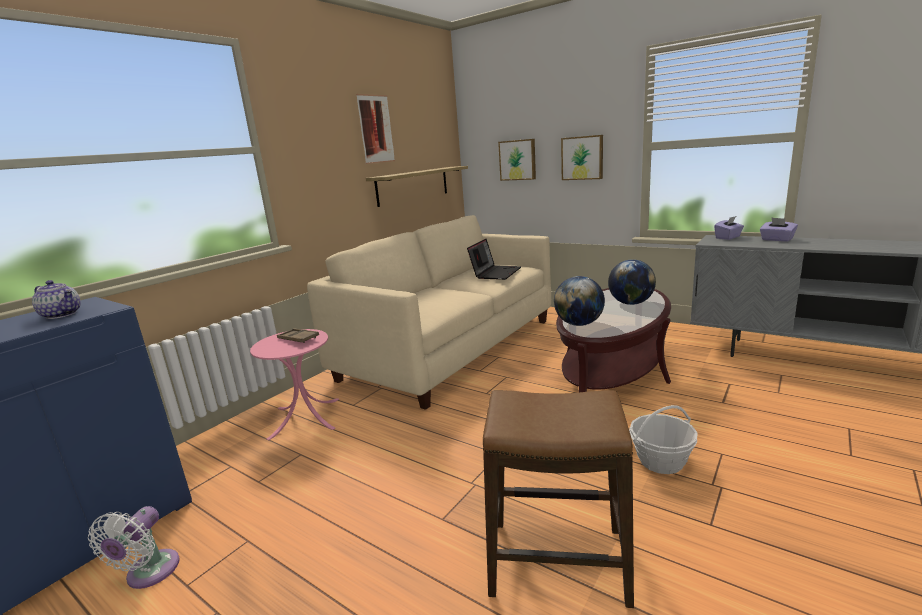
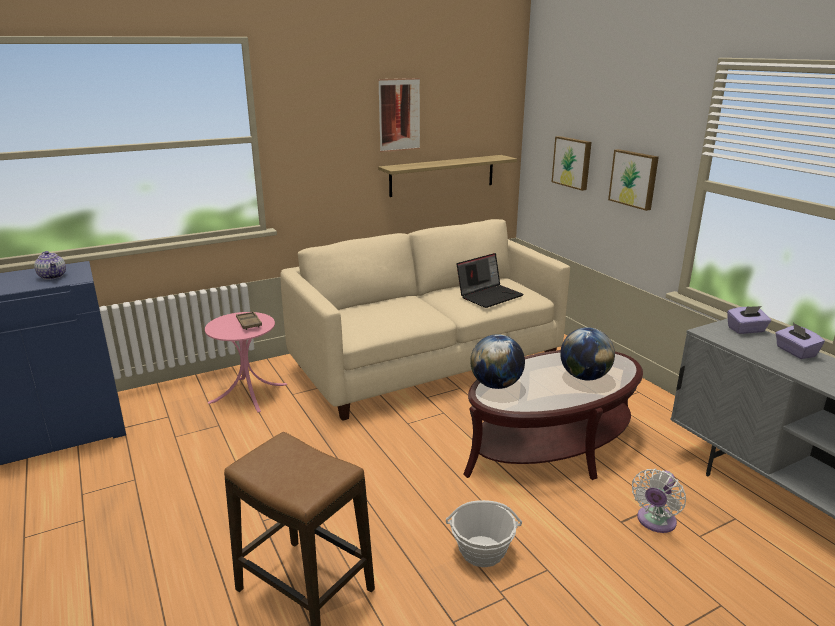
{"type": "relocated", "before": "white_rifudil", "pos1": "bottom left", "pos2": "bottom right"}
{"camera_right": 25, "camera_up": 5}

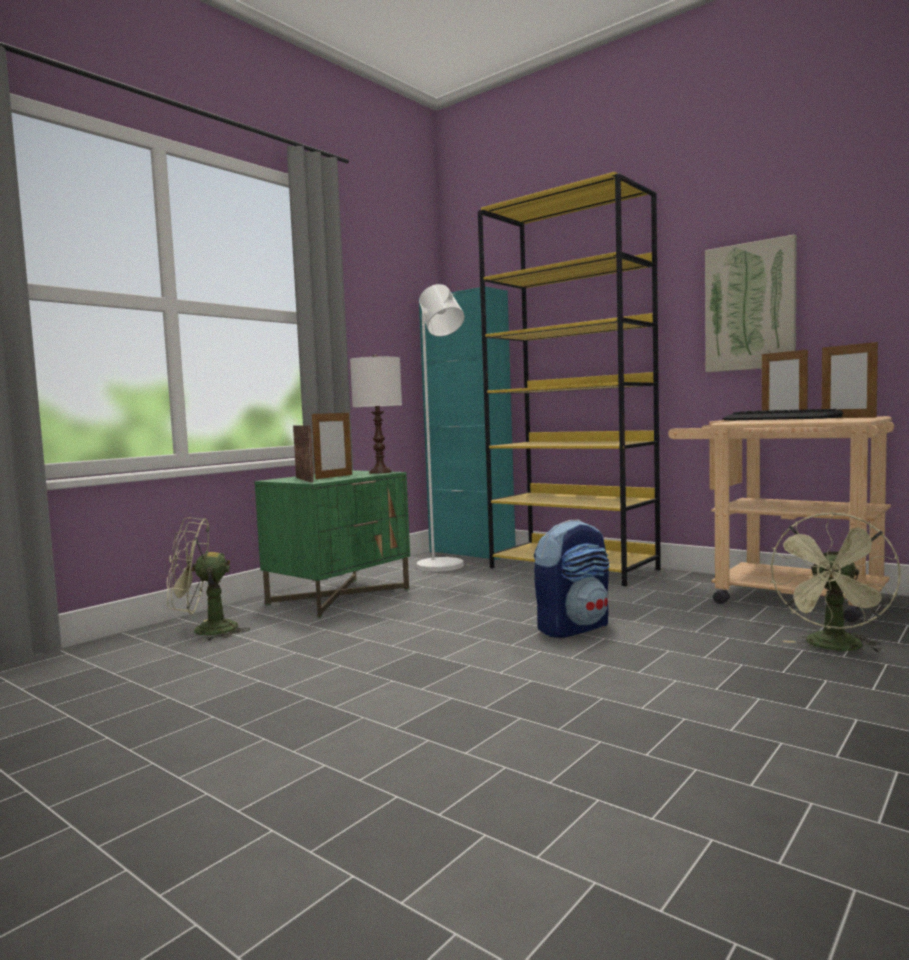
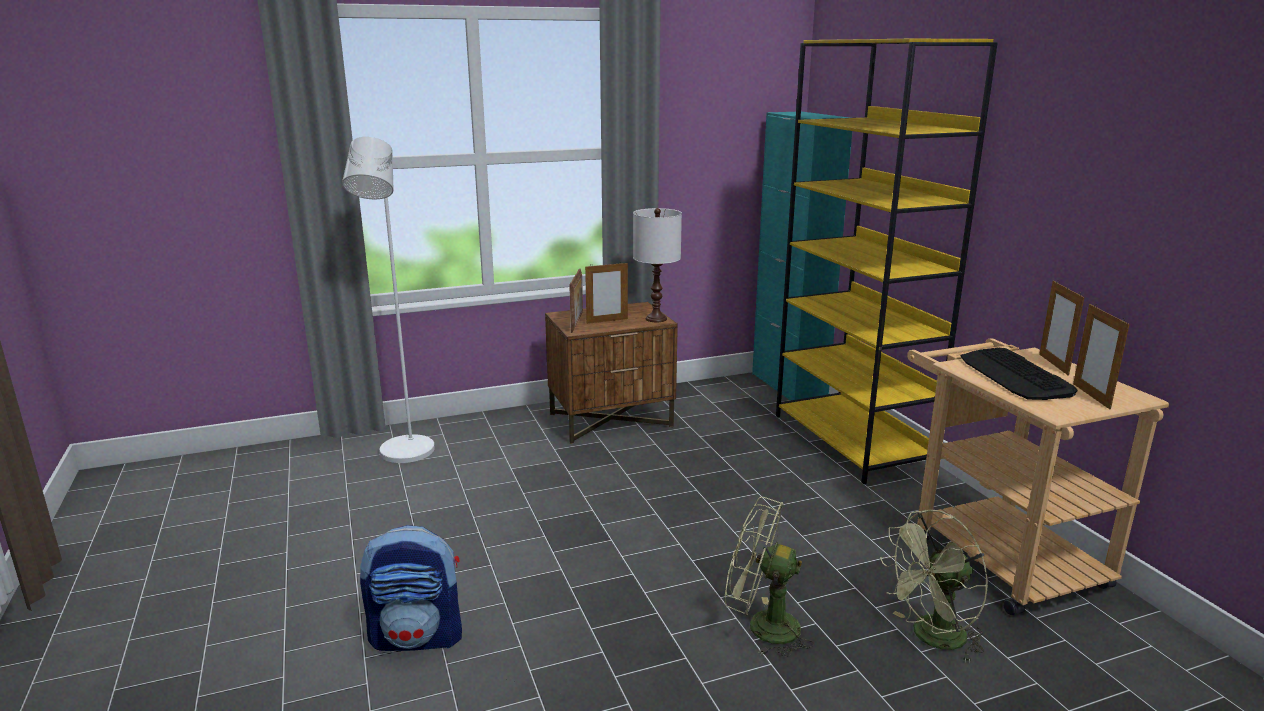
{"type": "relocated", "before": "green_rifudil (no. 1 from left)", "pos1": "middle left", "pos2": "bottom centre"}
{"type": "colour", "before": "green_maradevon", "after": "brown_maradevon", "pos1": "centre", "pos2": "centre"}
{"type": "relocated", "before": "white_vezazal", "pos1": "centre", "pos2": "middle left"}
{"type": "relocated", "before": "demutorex", "pos1": "centre", "pos2": "bottom left"}
{"type": "missing", "before": "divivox", "pos1": "top right"}
{"camera_right": 30, "camera_up": 15}

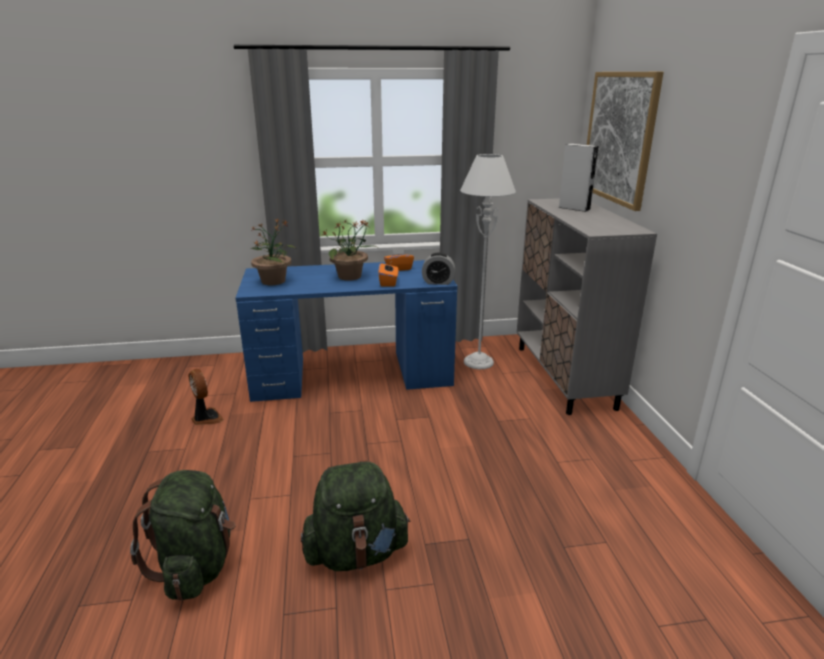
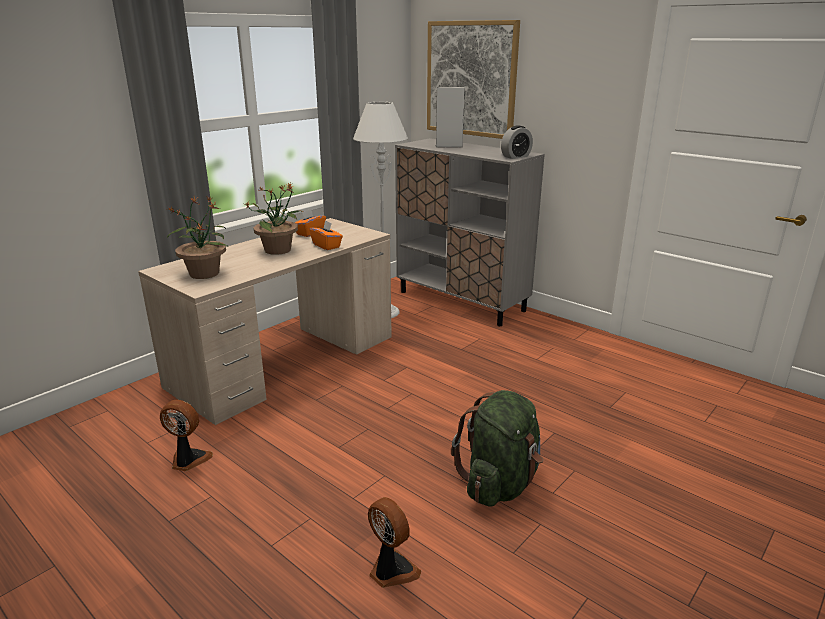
{"type": "exchanged", "before": "green_demutorex (no. 1 from left)", "after": "rifudil (no. 2 from left)", "pos1": "bottom left", "pos2": "bottom centre"}
{"type": "colour", "before": "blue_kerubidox", "after": "beige_kerubidox", "pos1": "centre", "pos2": "middle left"}
{"type": "relocated", "before": "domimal", "pos1": "centre", "pos2": "top centre"}
{"camera_right": -40, "camera_up": 0}

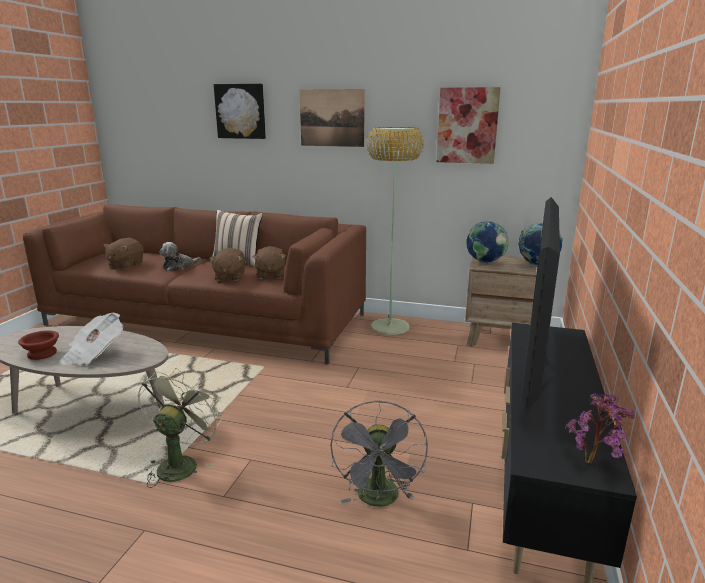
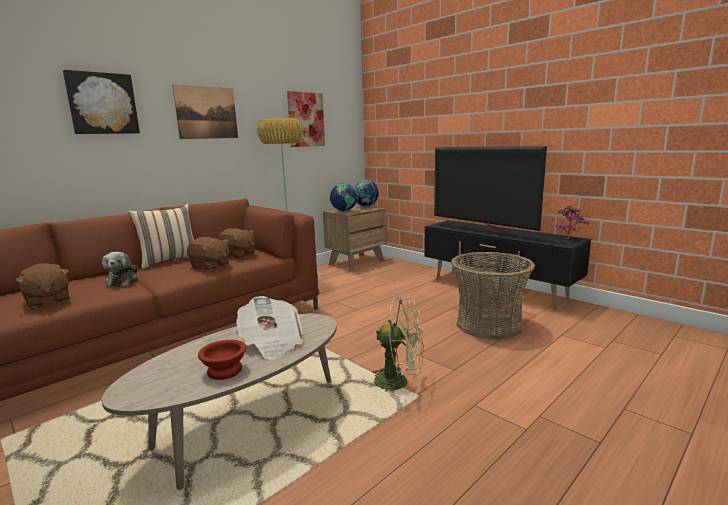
{"type": "spun", "before": "green_rifudil", "pos1": "bottom left", "pos2": "bottom centre", "turn": 150}
{"type": "exchanged", "before": "grey_rifudil", "after": "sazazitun", "pos1": "bottom centre", "pos2": "middle right"}
{"camera_right": -60, "camera_up": -5}

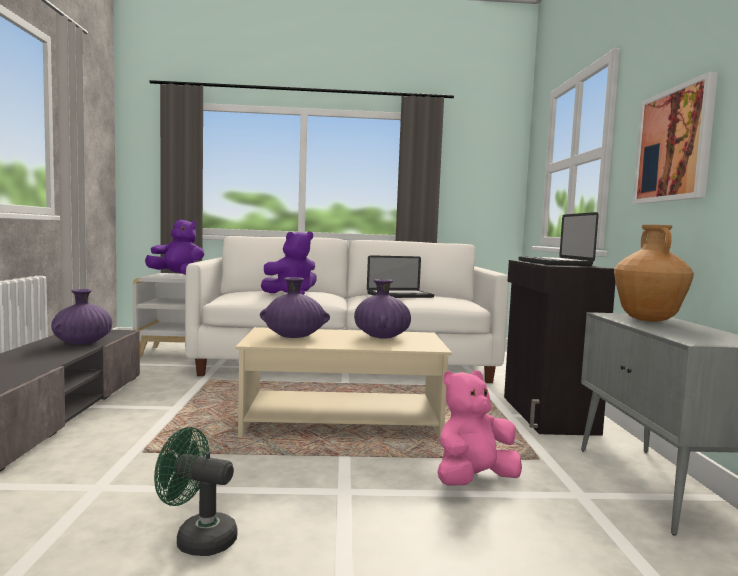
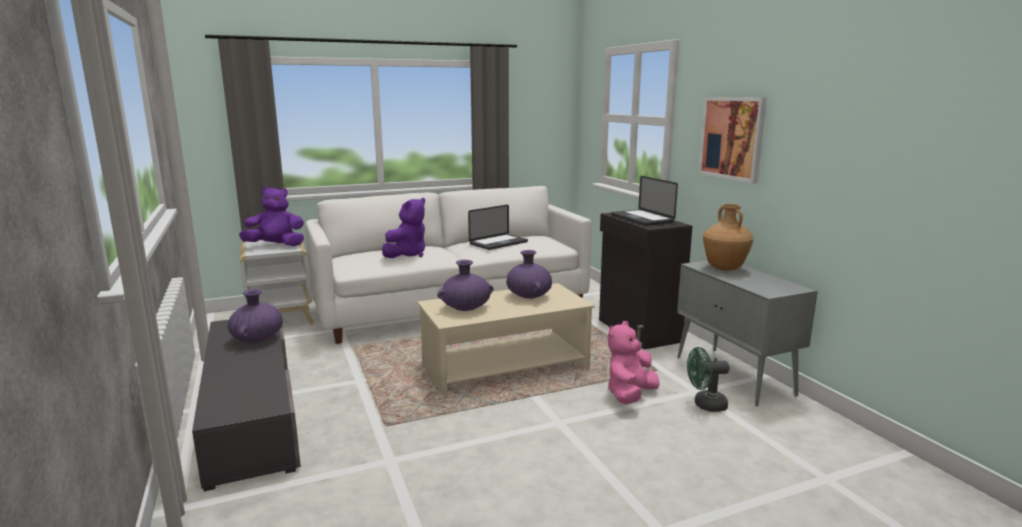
{"type": "relocated", "before": "green_rifudil", "pos1": "bottom left", "pos2": "bottom right"}
{"camera_right": -20, "camera_up": 10}

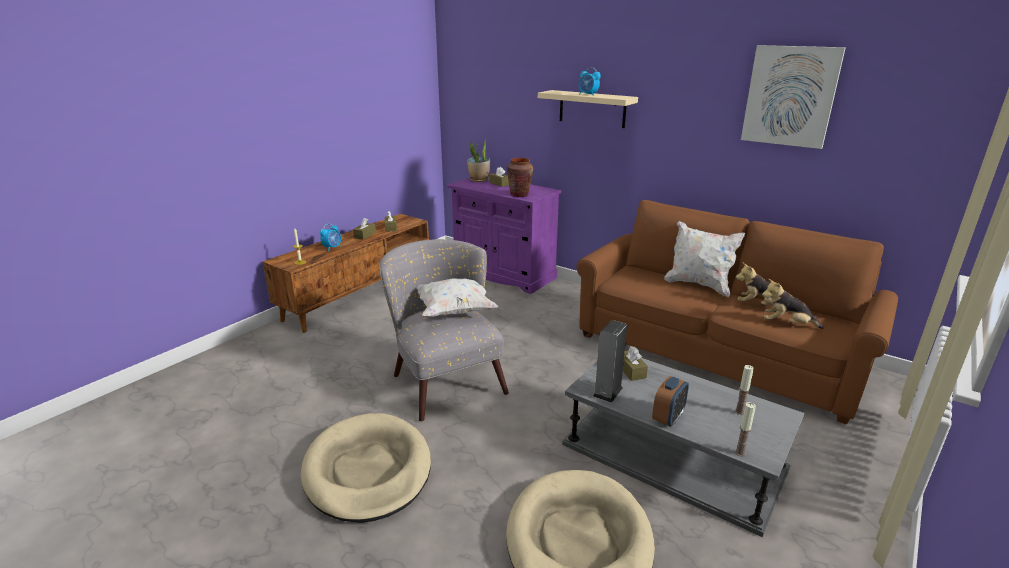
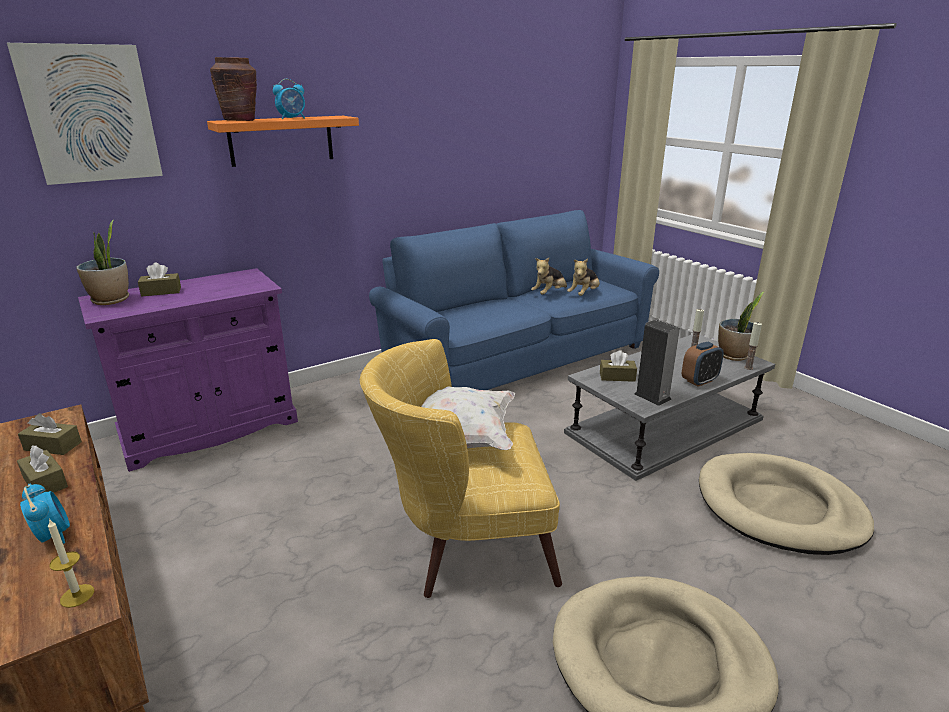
{"type": "colour", "before": "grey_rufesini", "after": "yellow_rufesini", "pos1": "centre", "pos2": "centre"}
{"type": "relocated", "before": "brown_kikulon", "pos1": "top centre", "pos2": "top left"}
{"type": "colour", "before": "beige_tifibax", "after": "orange_tifibax", "pos1": "top centre", "pos2": "top left"}
{"type": "colour", "before": "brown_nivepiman", "after": "blue_nivepiman", "pos1": "middle right", "pos2": "centre"}
{"type": "spun", "before": "domimal (no. 3 from left)", "pos1": "bottom centre", "pos2": "middle right", "turn": 90}
{"type": "missing", "before": "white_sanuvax (no. 2 from left)", "pos1": "middle right"}
{"type": "relocated", "before": "divivox", "pos1": "top right", "pos2": "top left"}
{"type": "appeared", "after": "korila (no. 2 from left)", "pos2": "middle right"}
{"camera_right": -70, "camera_up": 0}

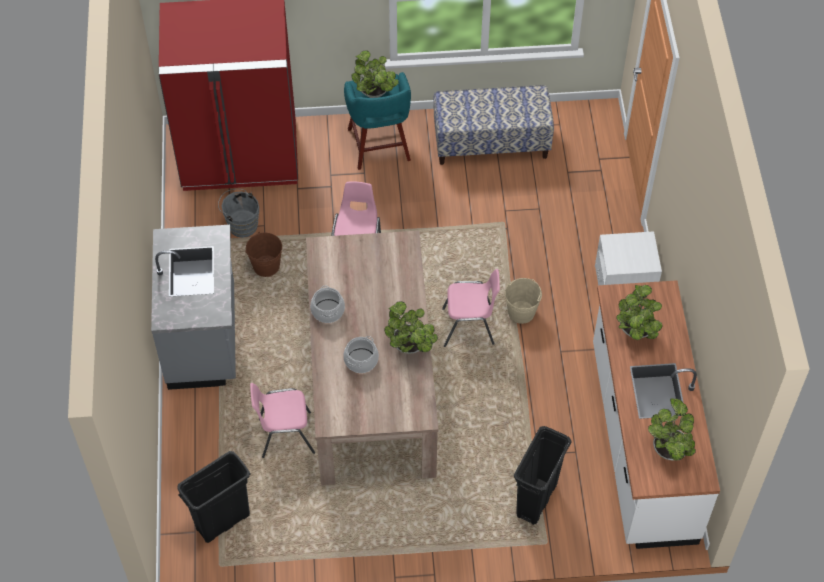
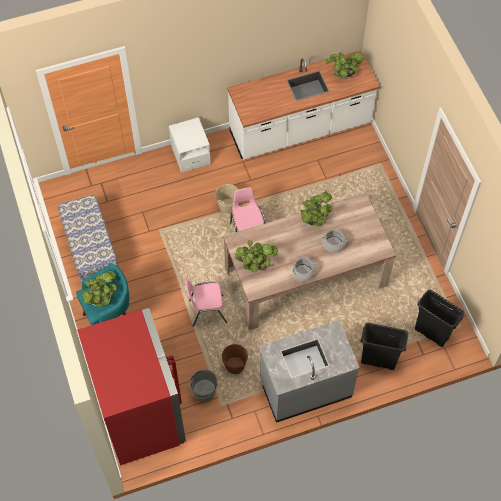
{"type": "missing", "before": "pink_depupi (no. 1 from left)", "pos1": "bottom centre"}
{"type": "relocated", "before": "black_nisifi (no. 2 from left in the first image)", "after": "black_nisifi (no. 1 from left)", "pos1": "bottom centre", "pos2": "bottom right"}
{"type": "relocated", "before": "korila (no. 3 from left in the first image)", "after": "korila (no. 2 from left)", "pos1": "middle right", "pos2": "centre"}
{"camera_right": -105, "camera_up": 5}

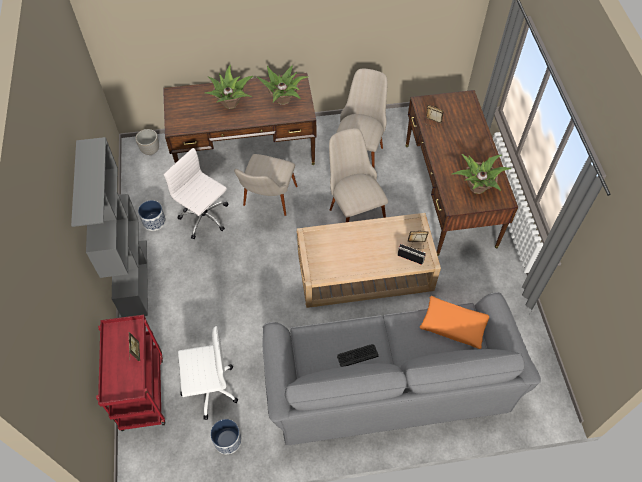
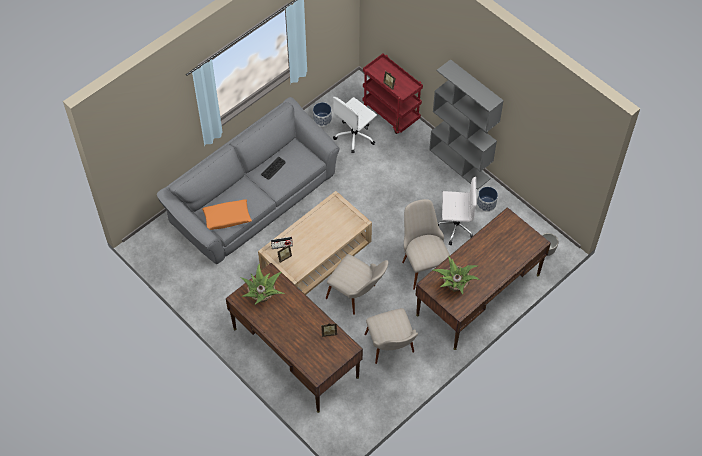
{"type": "missing", "before": "korila (no. 1 from left)", "pos1": "top centre"}
{"camera_right": 145, "camera_up": 0}

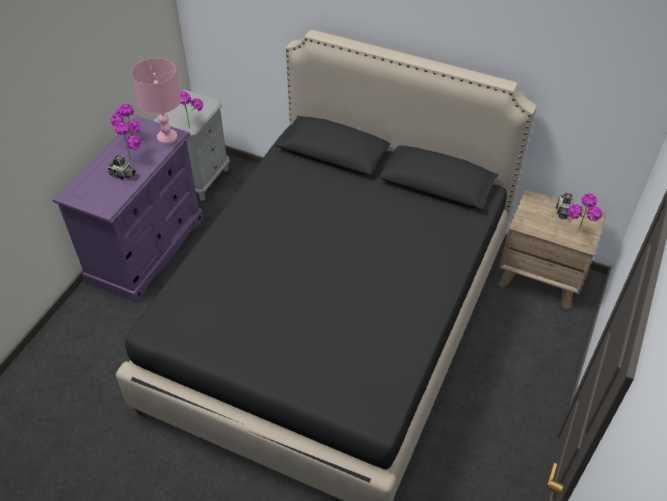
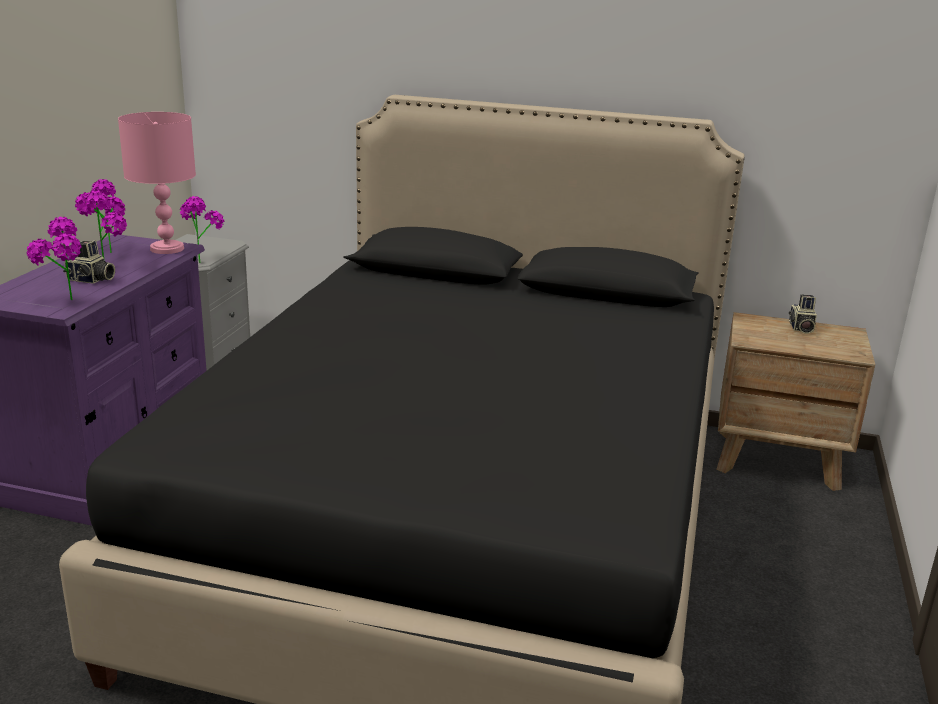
{"type": "relocated", "before": "korila (no. 4 from left in the first image)", "after": "korila (no. 1 from left)", "pos1": "middle right", "pos2": "middle left"}
{"camera_right": -10, "camera_up": -25}

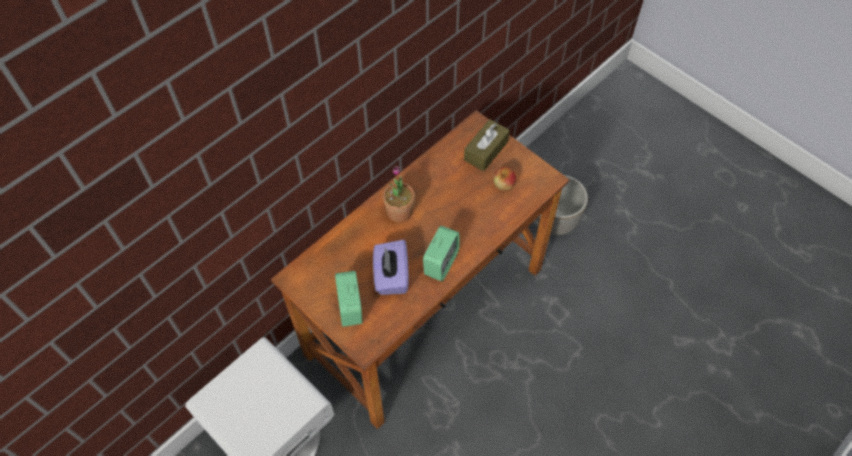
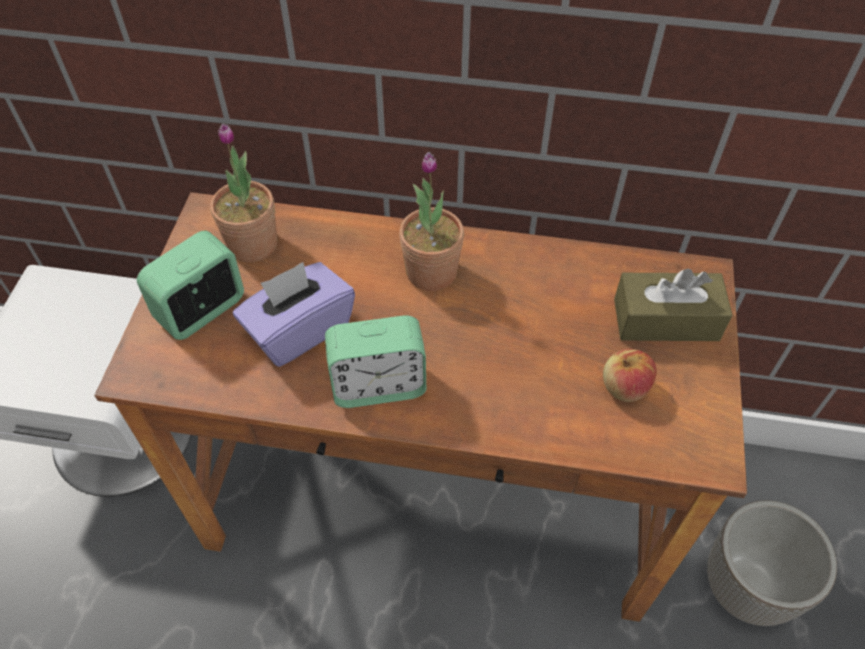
{"type": "appeared", "after": "korila (no. 1 from left)", "pos2": "top left"}
{"camera_right": 55, "camera_up": -5}

